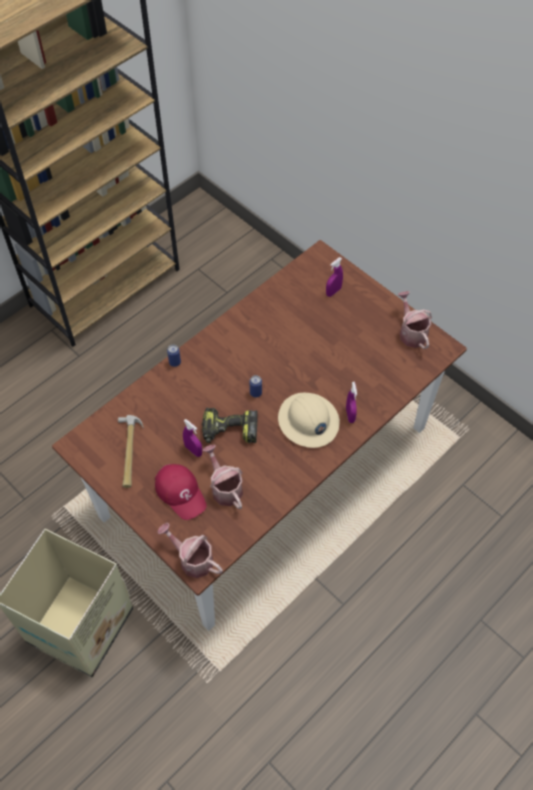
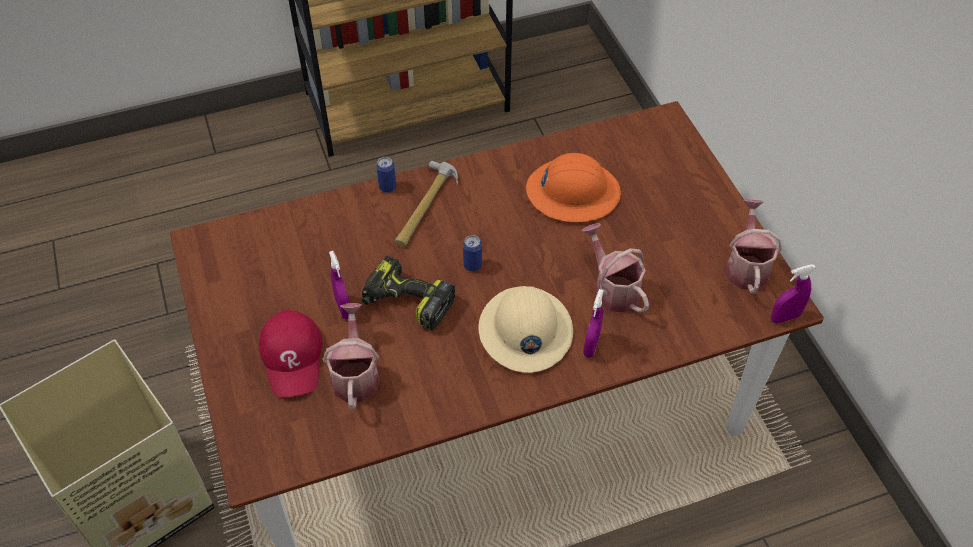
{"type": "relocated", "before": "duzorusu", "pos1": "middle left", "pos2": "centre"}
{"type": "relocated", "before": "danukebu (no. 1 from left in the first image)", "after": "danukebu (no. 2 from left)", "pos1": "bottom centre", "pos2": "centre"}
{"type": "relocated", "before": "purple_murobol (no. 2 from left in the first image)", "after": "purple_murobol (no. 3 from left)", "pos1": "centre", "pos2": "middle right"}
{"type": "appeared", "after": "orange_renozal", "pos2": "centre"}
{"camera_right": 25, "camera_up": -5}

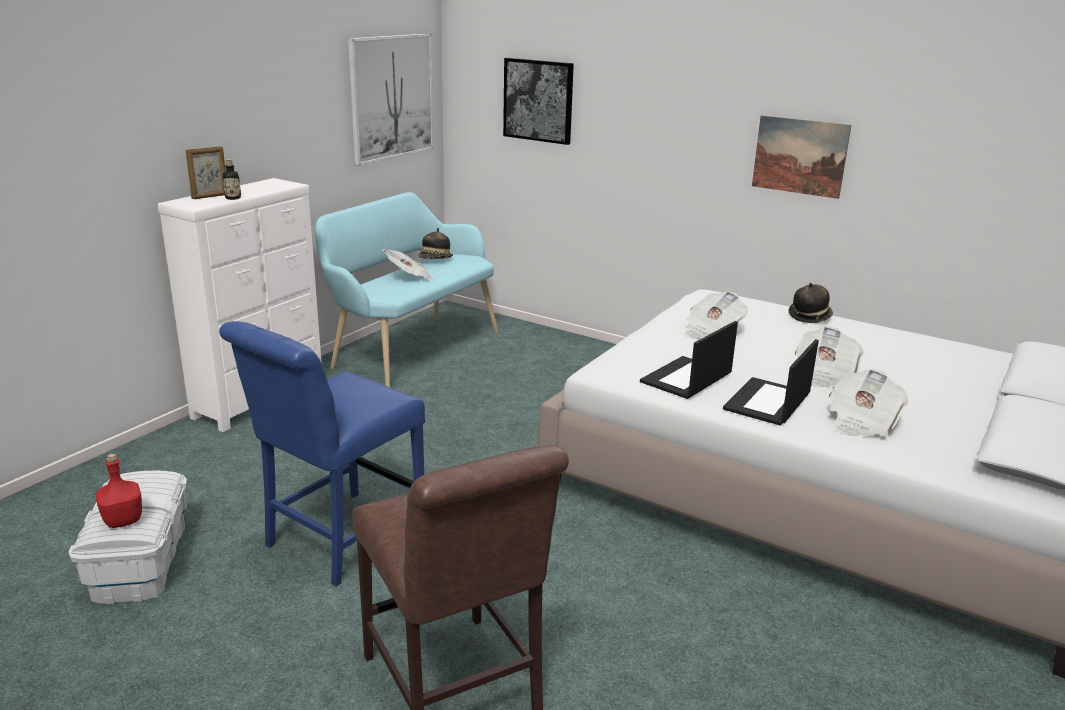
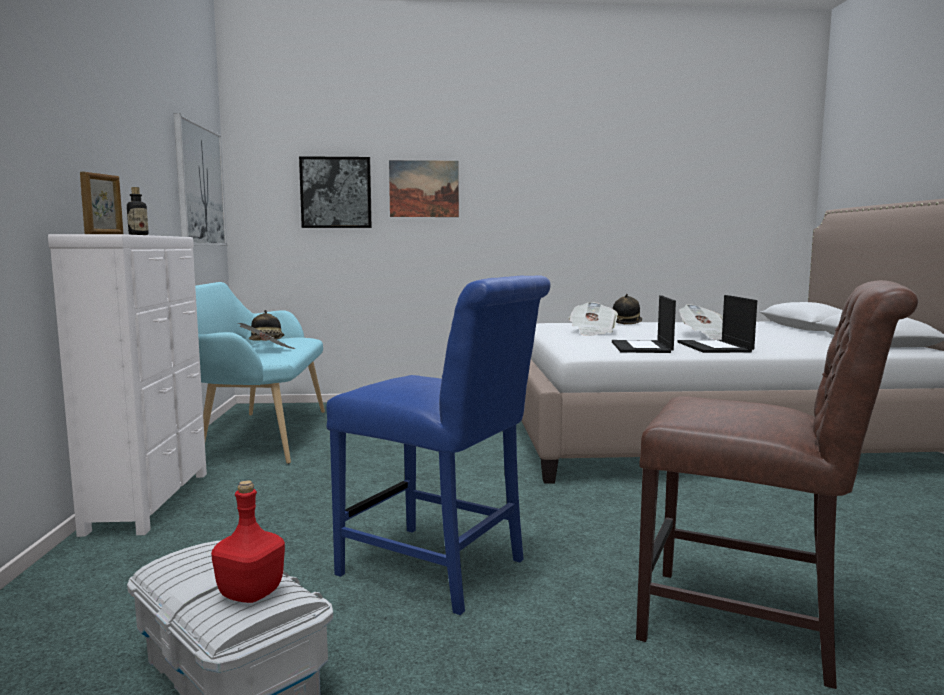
{"type": "spun", "before": "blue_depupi", "pos1": "middle left", "pos2": "centre", "turn": -60}
{"type": "relocated", "before": "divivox (no. 3 from left)", "pos1": "top right", "pos2": "top centre"}
{"type": "missing", "before": "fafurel (no. 4 from left)", "pos1": "middle right"}
{"camera_right": -35, "camera_up": -15}

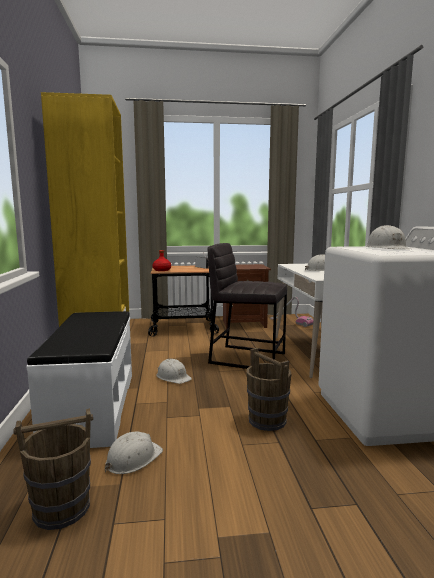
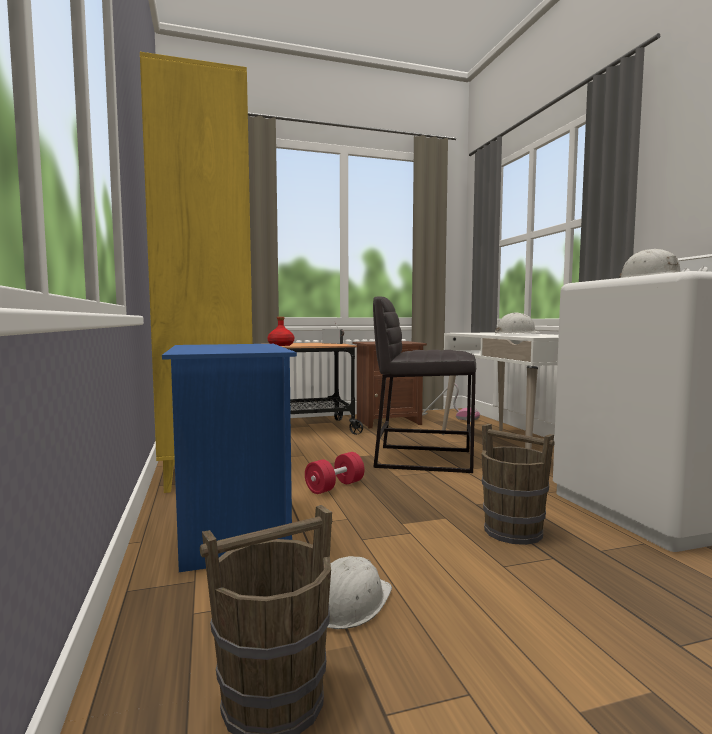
{"type": "exchanged", "before": "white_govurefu", "after": "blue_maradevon", "pos1": "middle left", "pos2": "middle left"}
{"type": "exchanged", "before": "white_renozal (no. 2 from left)", "after": "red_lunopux", "pos1": "centre", "pos2": "centre"}
{"camera_right": -10, "camera_up": -5}

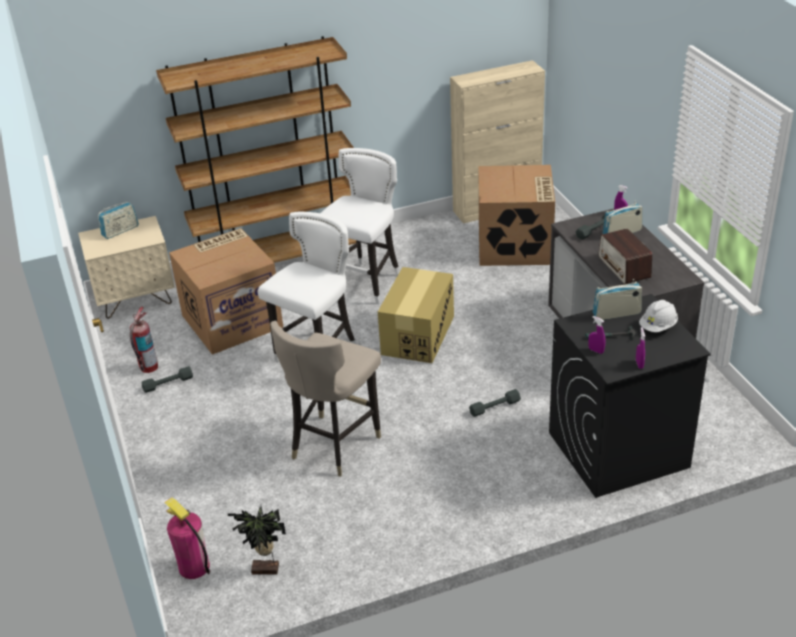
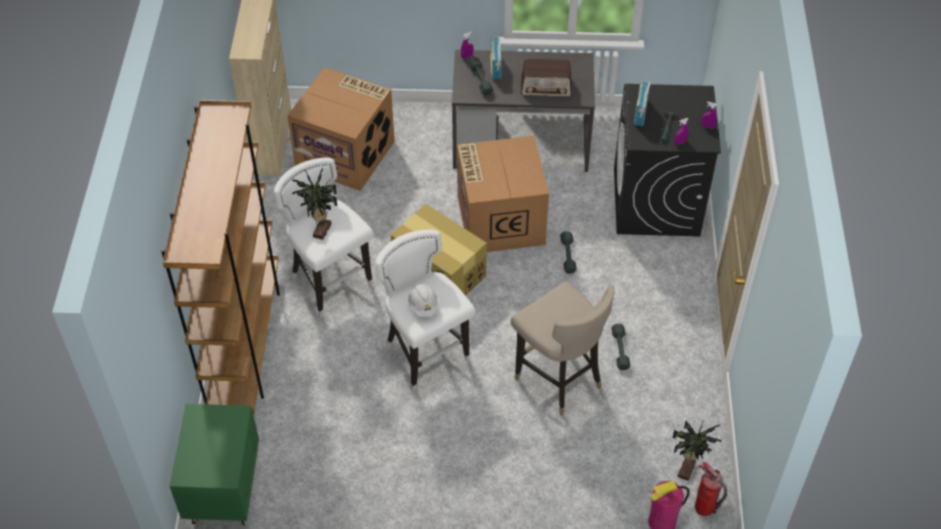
{"type": "colour", "before": "beige_maradevon", "after": "green_maradevon", "pos1": "middle left", "pos2": "bottom left"}
{"type": "missing", "before": "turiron (no. 1 from left)", "pos1": "middle left"}
{"type": "relocated", "before": "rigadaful (no. 1 from left in the first image)", "after": "rigadaful (no. 2 from left)", "pos1": "middle left", "pos2": "bottom right"}
{"type": "relocated", "before": "grey_lunopux (no. 1 from left in the first image)", "after": "grey_lunopux (no. 3 from left)", "pos1": "middle left", "pos2": "centre"}
{"type": "relocated", "before": "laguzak (no. 1 from left in the first image)", "after": "laguzak (no. 3 from left)", "pos1": "middle left", "pos2": "centre"}
{"type": "relocated", "before": "white_renozal", "pos1": "middle right", "pos2": "centre"}
{"type": "appeared", "after": "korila (no. 1 from left)", "pos2": "centre"}
{"camera_right": -70, "camera_up": 15}

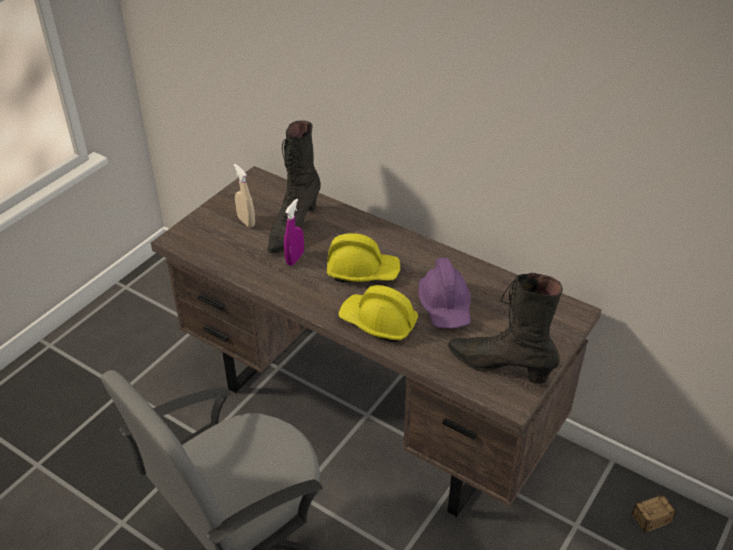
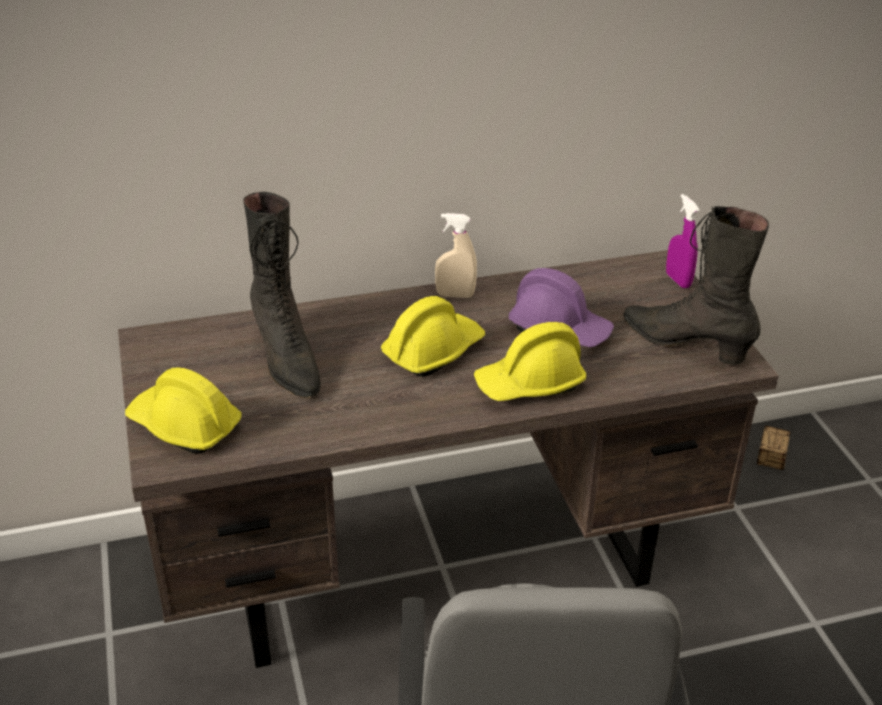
{"type": "relocated", "before": "beige_murobol", "pos1": "middle left", "pos2": "centre"}
{"type": "relocated", "before": "purple_murobol", "pos1": "centre", "pos2": "middle right"}
{"type": "spun", "before": "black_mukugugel (no. 2 from left)", "pos1": "middle right", "pos2": "middle right", "turn": 60}
{"type": "appeared", "after": "yellow_renozal (no. 1 from left)", "pos2": "middle left"}
{"camera_right": -50, "camera_up": -5}

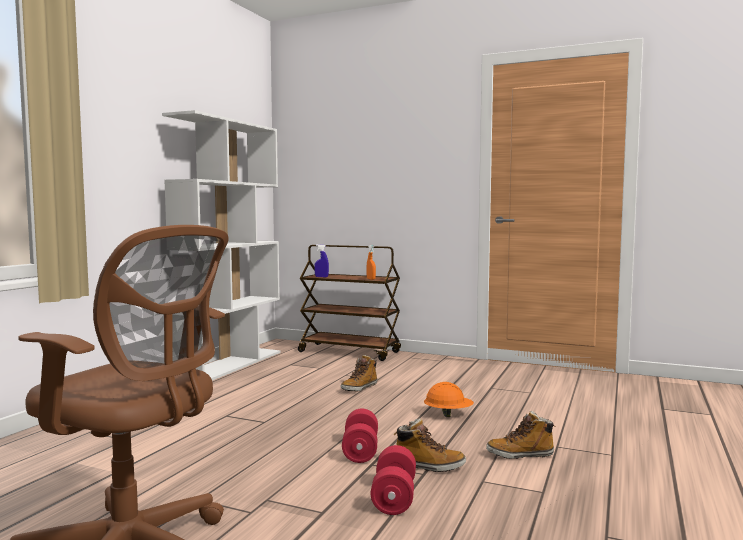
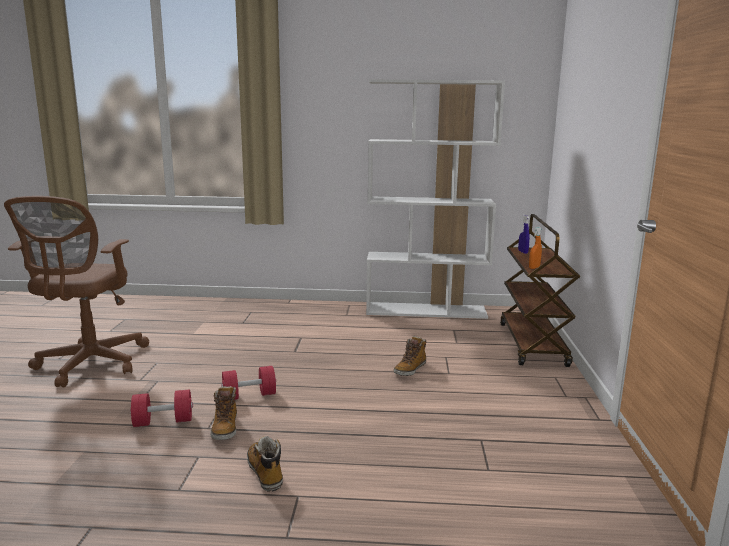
{"type": "spun", "before": "mukugugel (no. 1 from left in the first image)", "pos1": "bottom centre", "pos2": "centre", "turn": -75}
{"type": "missing", "before": "orange_renozal", "pos1": "bottom centre"}
{"camera_right": 70, "camera_up": 10}

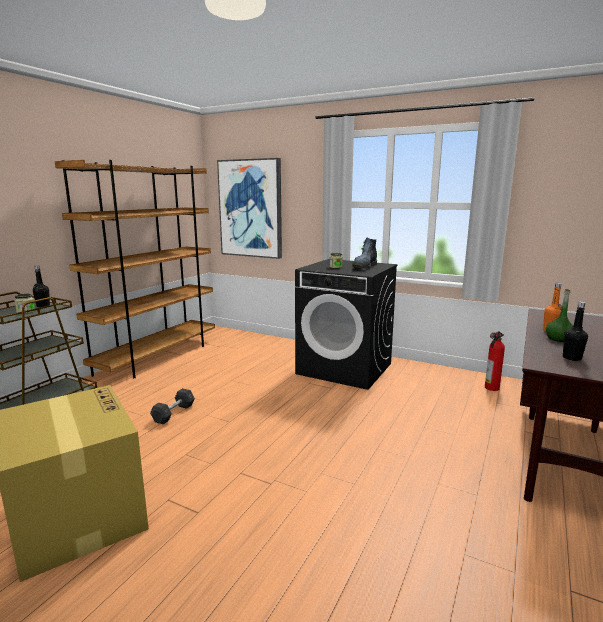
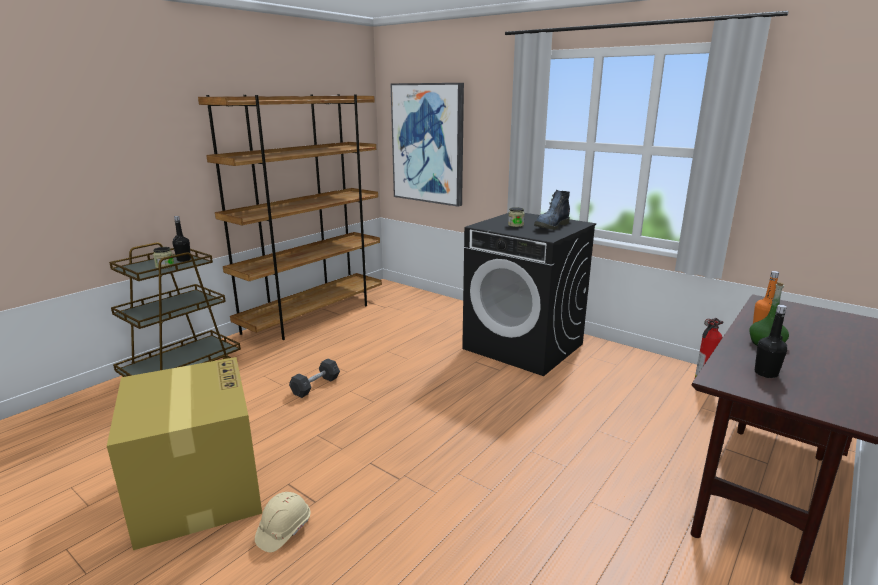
{"type": "appeared", "after": "beige_renozal", "pos2": "bottom left"}
{"camera_right": 10, "camera_up": 5}

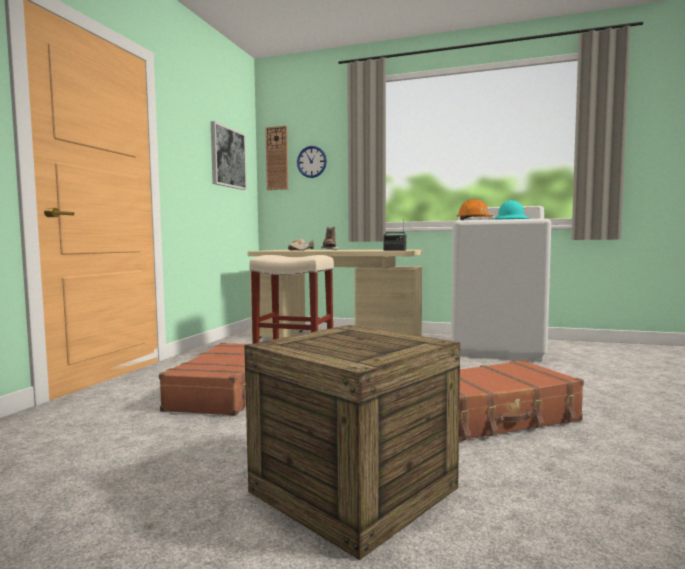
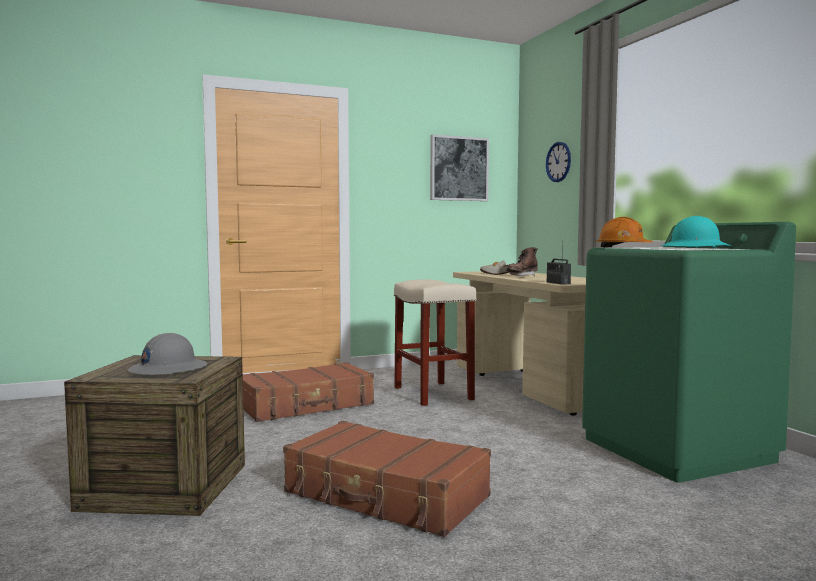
{"type": "missing", "before": "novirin (no. 1 from left)", "pos1": "top centre"}
{"type": "colour", "before": "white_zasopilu", "after": "green_zasopilu", "pos1": "middle right", "pos2": "middle right"}
{"type": "appeared", "after": "grey_renozal", "pos2": "middle left"}
{"camera_right": 50, "camera_up": 0}

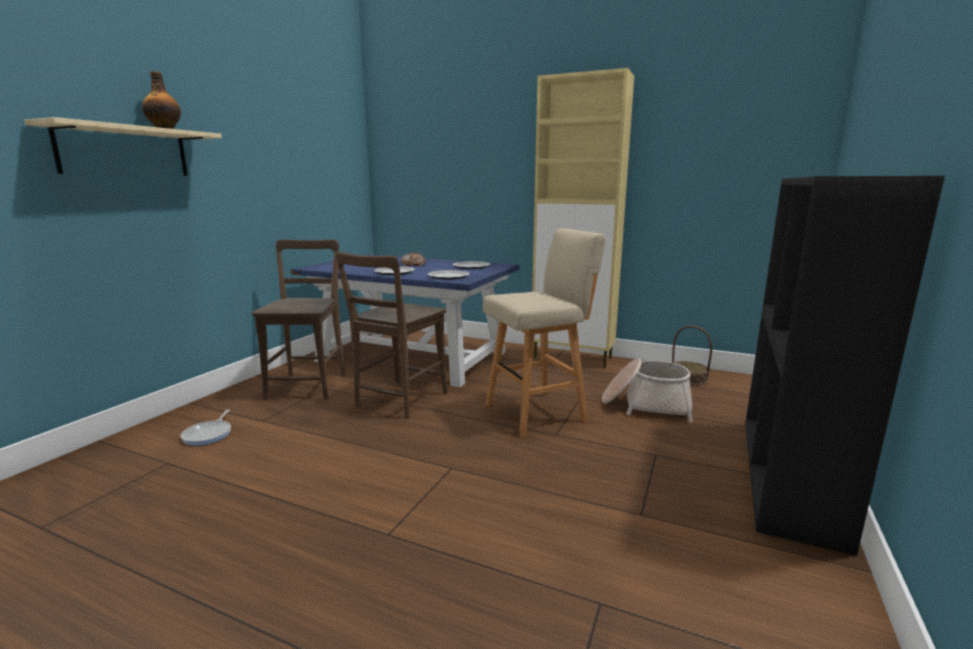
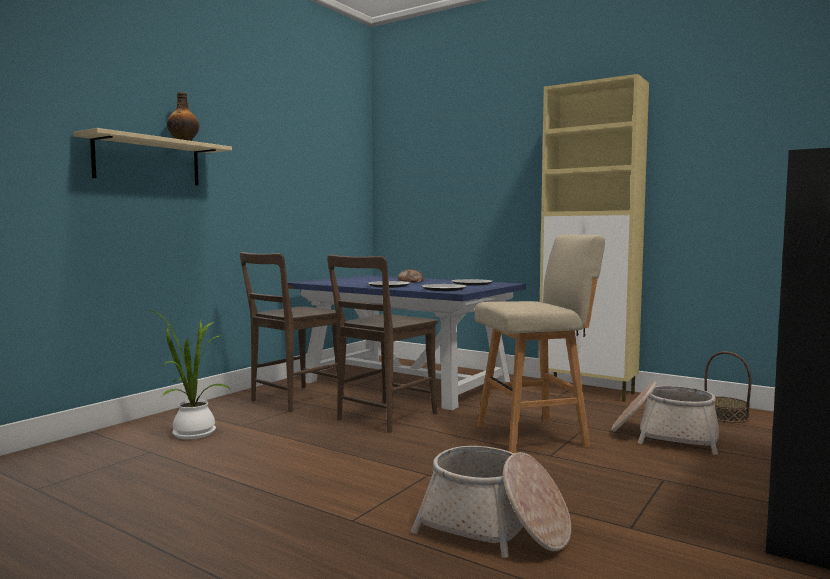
{"type": "exchanged", "before": "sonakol", "after": "korila", "pos1": "middle left", "pos2": "middle left"}
{"type": "spun", "before": "brown_depupi (no. 1 from left)", "pos1": "middle left", "pos2": "centre", "turn": -150}
{"type": "appeared", "after": "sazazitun (no. 1 from left)", "pos2": "bottom centre"}
{"camera_right": 10, "camera_up": -10}

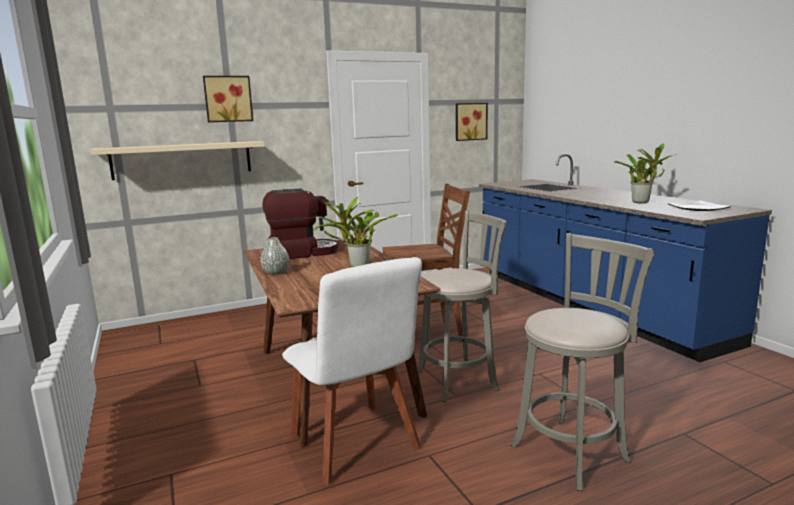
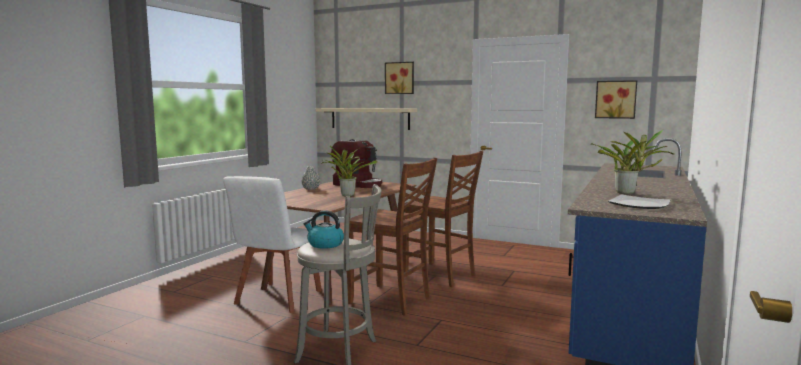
{"type": "exchanged", "before": "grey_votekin (no. 1 from left)", "after": "brown_depupi (no. 1 from left)", "pos1": "centre", "pos2": "centre"}
{"type": "appeared", "after": "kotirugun", "pos2": "centre"}
{"camera_right": 50, "camera_up": -5}

